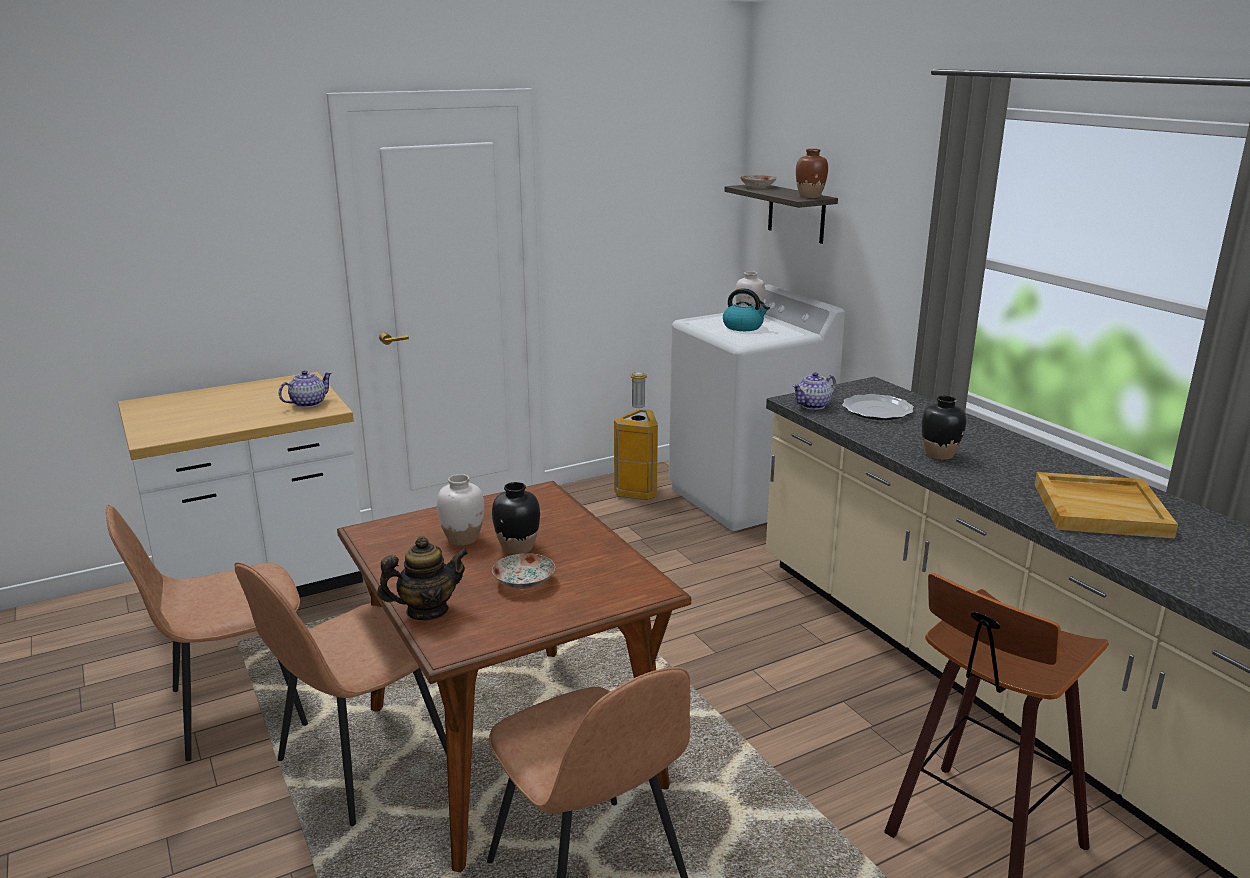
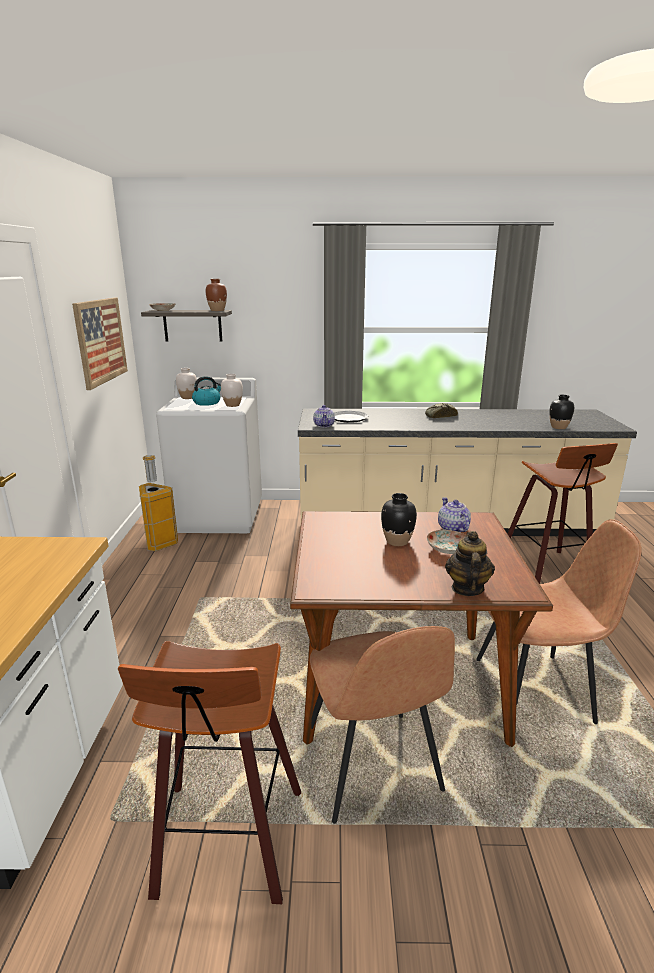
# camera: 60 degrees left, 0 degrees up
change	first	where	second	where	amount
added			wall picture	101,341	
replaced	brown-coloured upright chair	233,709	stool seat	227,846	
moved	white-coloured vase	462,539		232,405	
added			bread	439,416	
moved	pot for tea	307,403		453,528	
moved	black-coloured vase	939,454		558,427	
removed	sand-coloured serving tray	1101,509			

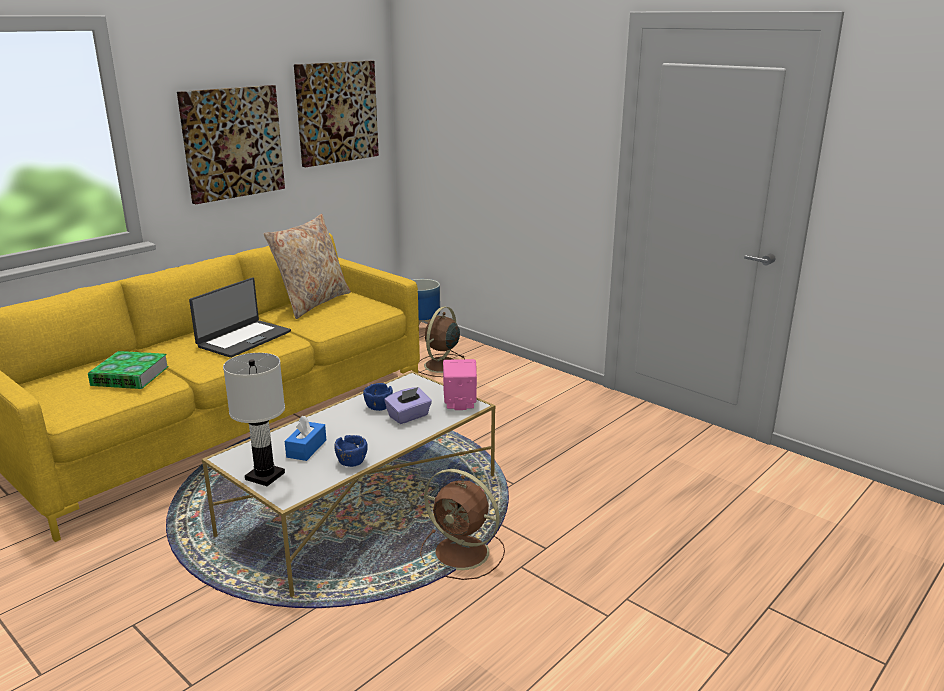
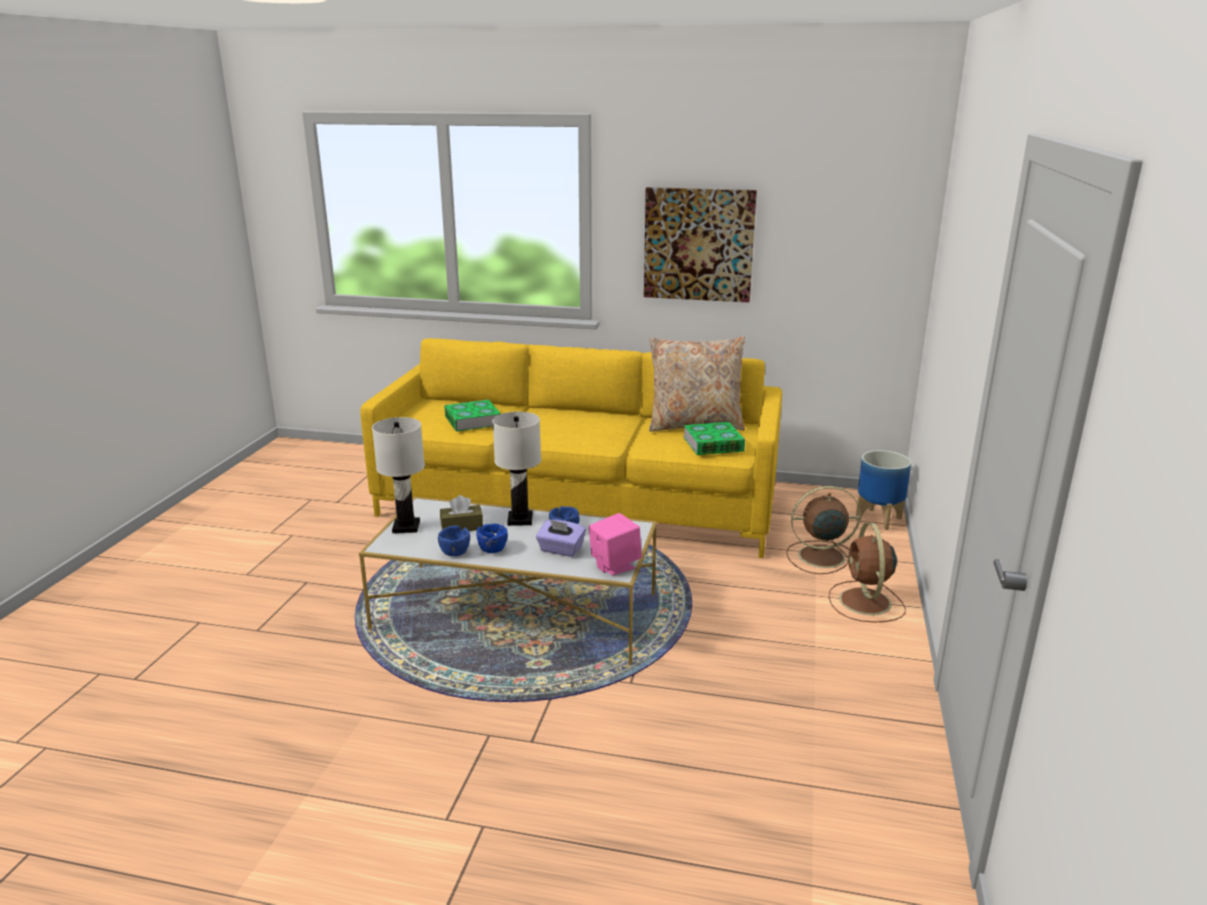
# camera: 60 degrees right, 0 degrees up
change	first	where	second	where	amount
recoloured	blue tissue box	306,448	brown-coloured tissue box	462,527	
added			blue serving bowl	492,549	
added			white-coloured tabletop lamp	520,520	
added			book	713,444	
moved	brown-coloured cooling fan	463,553		865,603	
removed	notebook computer	243,339			
removed	wall picture	336,112			

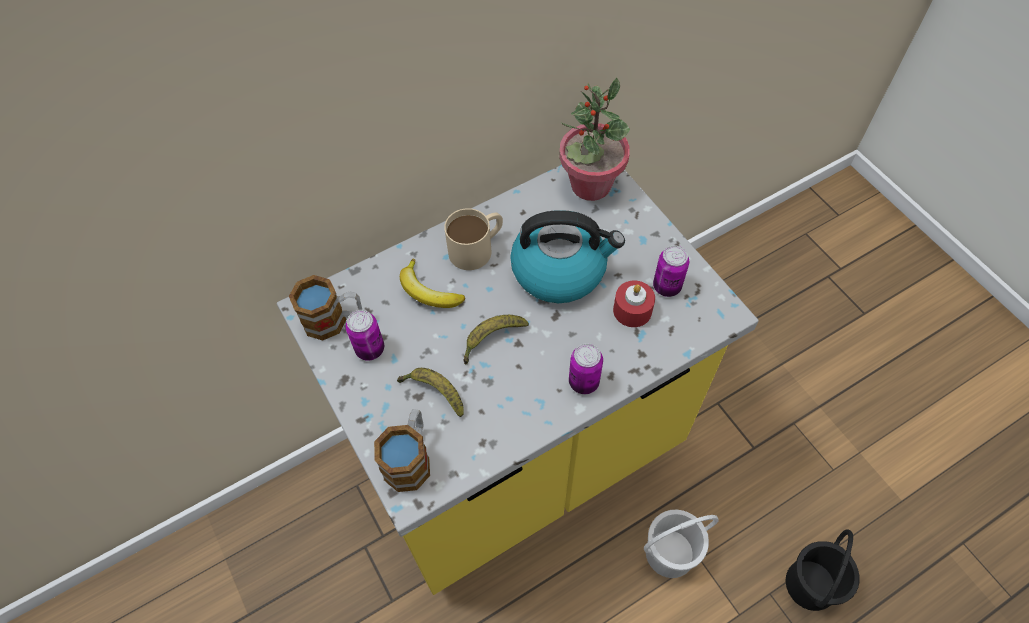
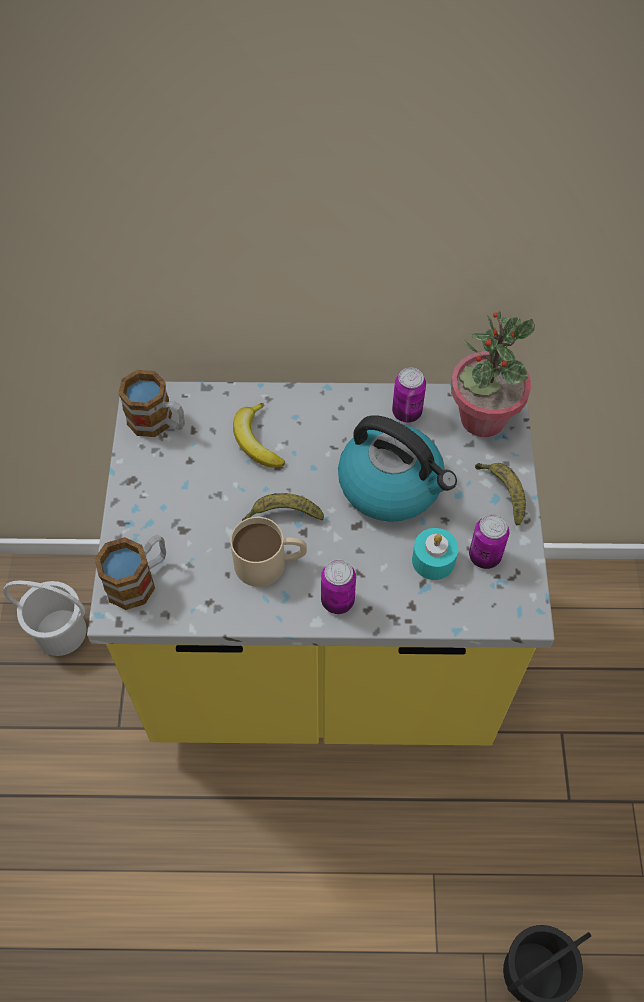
# camera: 30 degrees right, 0 degrees up
change	first	where	second	where	amount
moved	white-coloured water bucket	670,553		61,633	
moved	sand-coloured mug	477,247		270,563	
moved	can	370,349		406,412	
recoloured	red-coloured candle	632,310	turquoise candle	433,560	
moved	banana fruit	434,392		503,493	

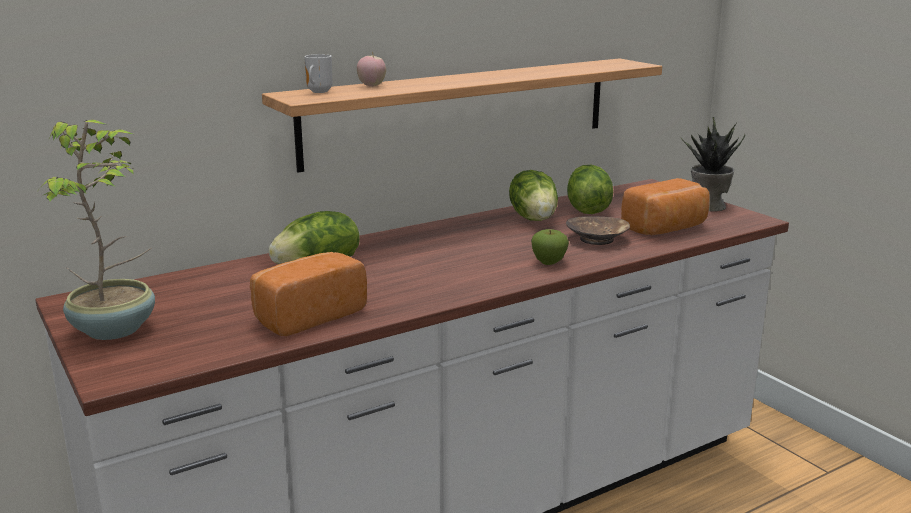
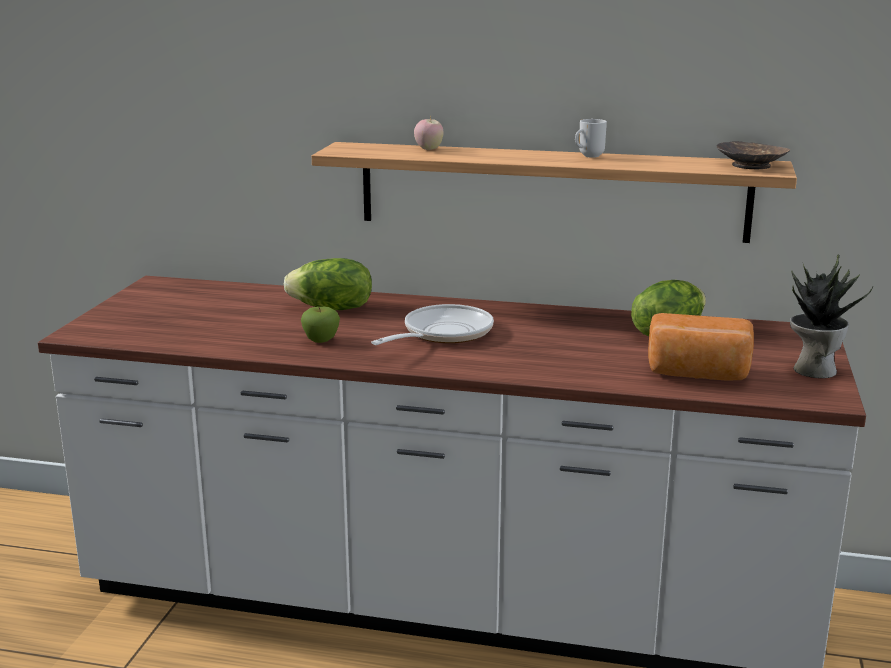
# camera: 45 degrees right, 0 degrees up
change	first	where	second	where	amount
moved	apple fruit	549,262		321,341	
added			pan	442,334	
moved	mug	317,92		589,156	
moved	brown-coloured serving bowl	597,239		751,165	
removed	potted plant	116,329			
removed	bread	306,315			
removed	lettuce head	534,218			

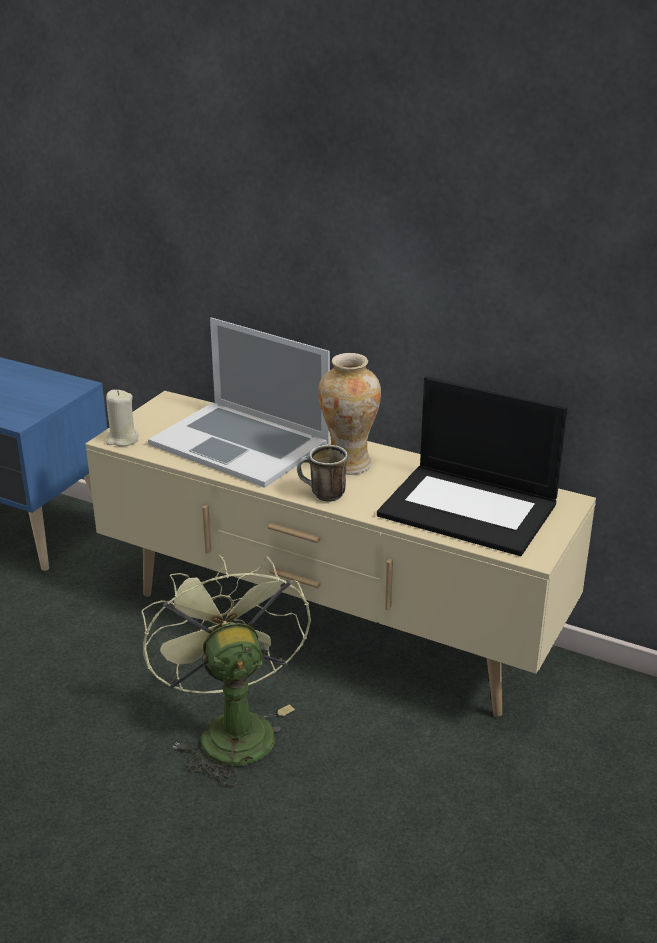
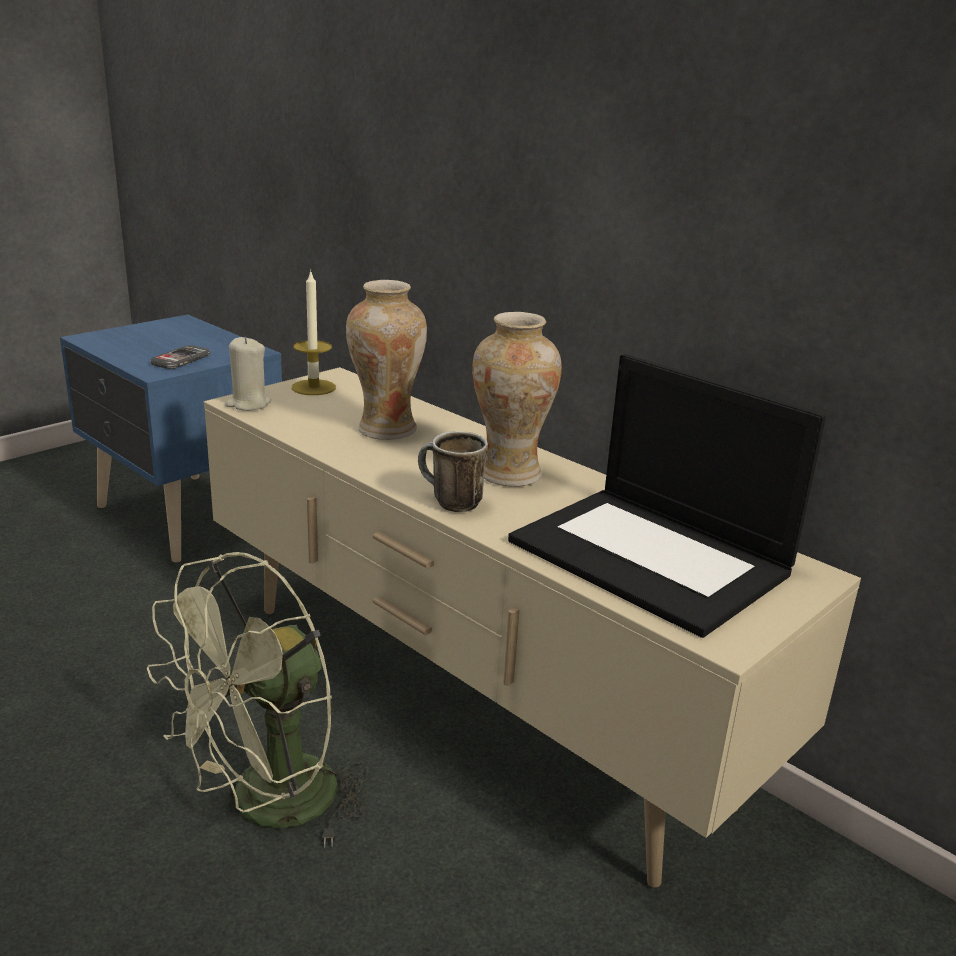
# camera: 15 degrees right, 5 degrees down
change	first	where	second	where	amount
turned	greenish cooling fan	230,728		267,807	135 degrees counterclockwise
added			handset	181,359	
added			candle	313,387	
replaced	notebook computer	240,443	vase	386,429	

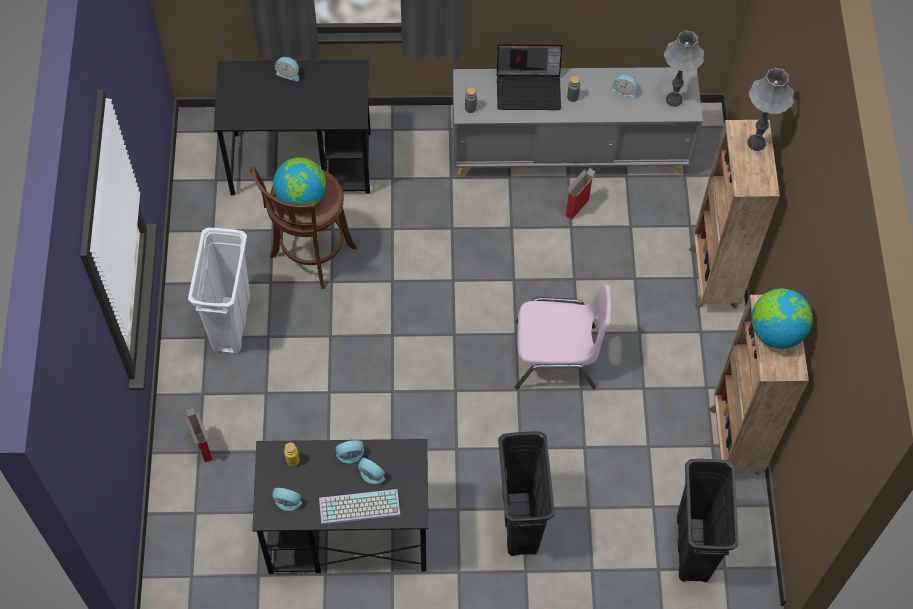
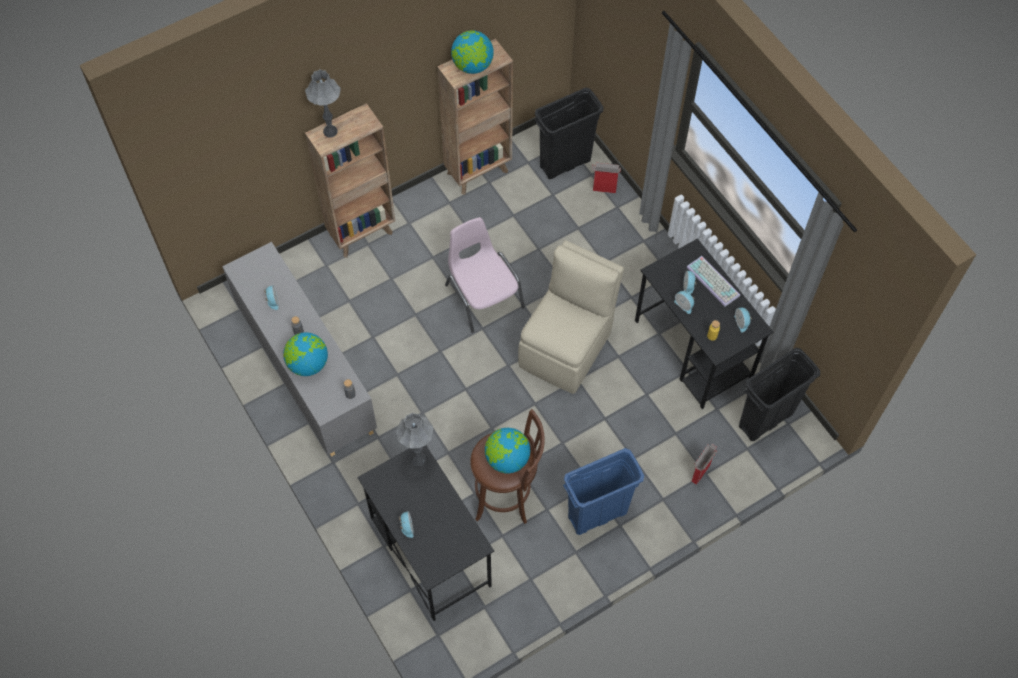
# camera: 120 degrees left, 0 degrees up
change	first	where	second	where	amount
replaced	notebook computer	529,89	desk globe	308,364	
moved	greyish tabletop lamp	674,100		418,459	
added			sand-coloured upright chair	567,347	
recoloured	white-coloured trash can	231,324	blue trash can	598,514	
moved	packing box	577,207		603,189	
moved	black-coloured trash can	519,521		765,420	

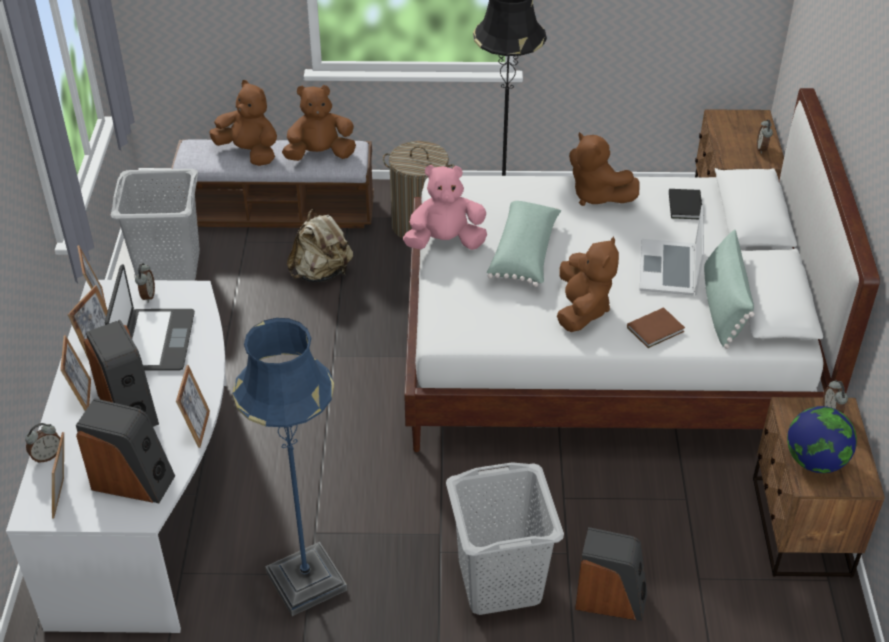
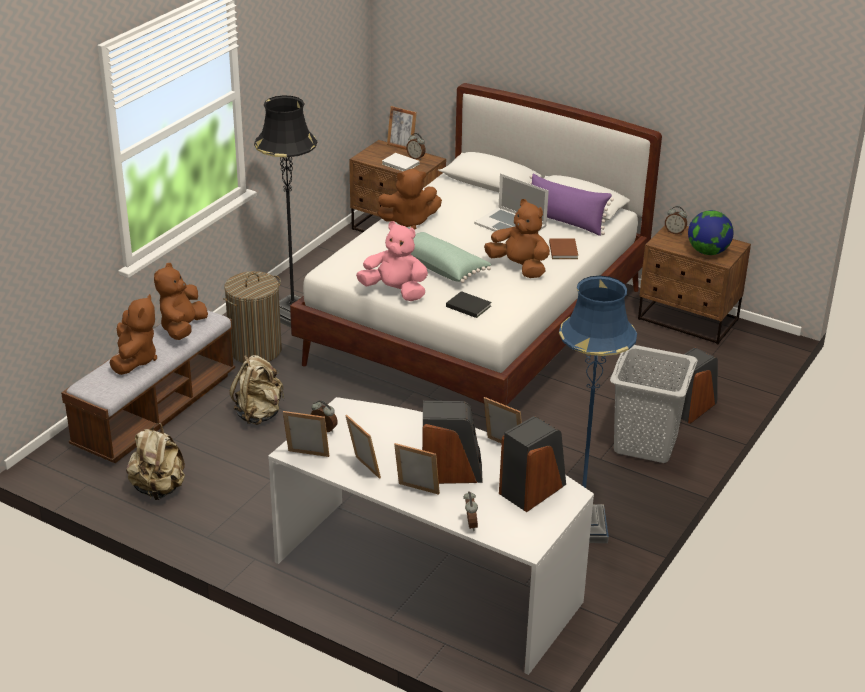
# camera: 60 degrees left, 10 degrees down
change	first	where	second	where	amount
turned	brown-coloured plush toy	249,152		134,360	120 degrees clockwise
replaced	greyish hamper	169,267	sand-coloured rucksack	158,489	
turned	pink plush toy	445,242		395,291	90 degrees clockwise
added			white-coloured book	400,164	
moved	picture frame	65,498		401,146	
moved	black-coloured book	686,205		468,305	
recoloured	greenish throw pillow	723,306	purple-coloured throw pillow	564,222	
removed	notebook computer	155,341			

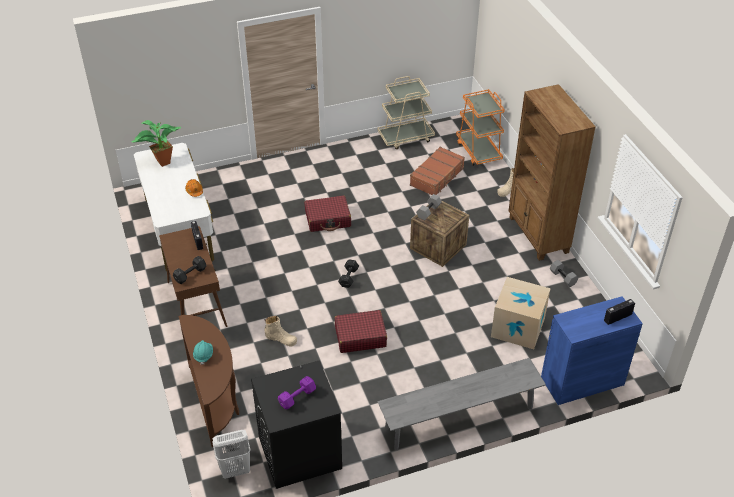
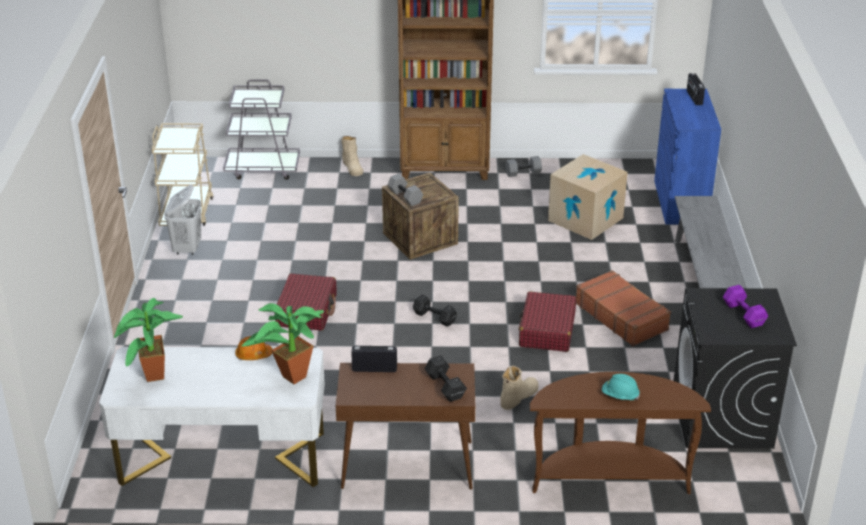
# camera: 70 degrees left, 10 degrees down
change	first	where	second	where	amount
moved	white-coloured hamper	235,469		187,248	
recoloured	orangey cart	478,151	greyish cart	263,169	
added			potted plant	289,378	
moved	brown-coloured travel case	437,177		621,316	

